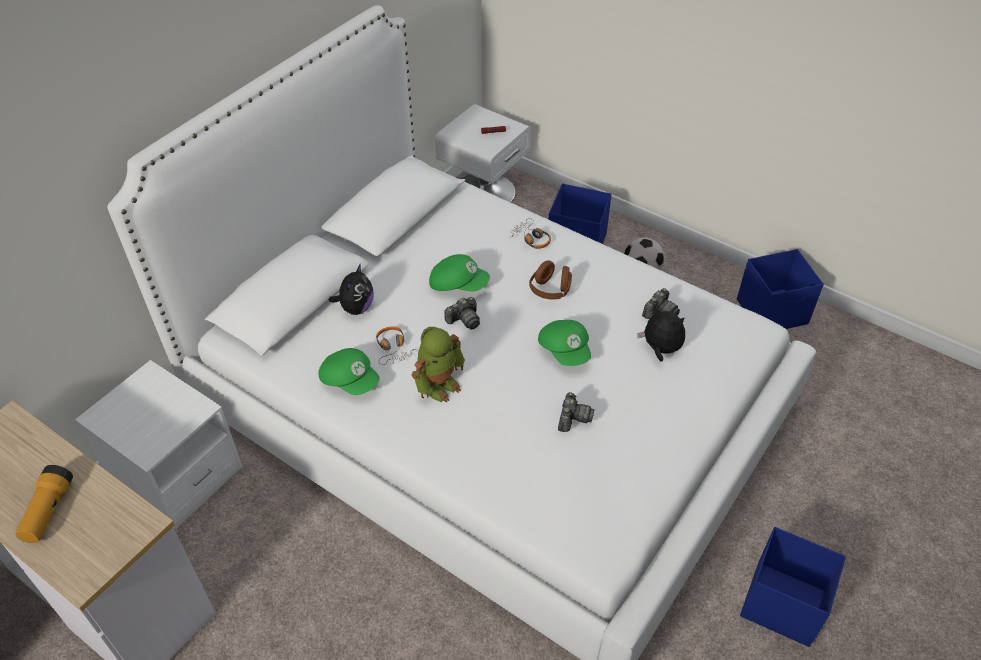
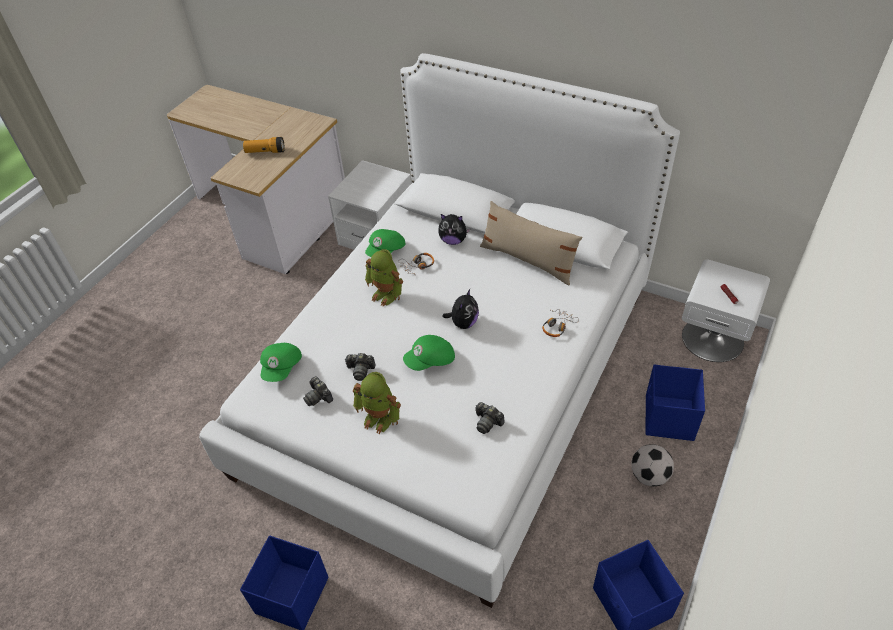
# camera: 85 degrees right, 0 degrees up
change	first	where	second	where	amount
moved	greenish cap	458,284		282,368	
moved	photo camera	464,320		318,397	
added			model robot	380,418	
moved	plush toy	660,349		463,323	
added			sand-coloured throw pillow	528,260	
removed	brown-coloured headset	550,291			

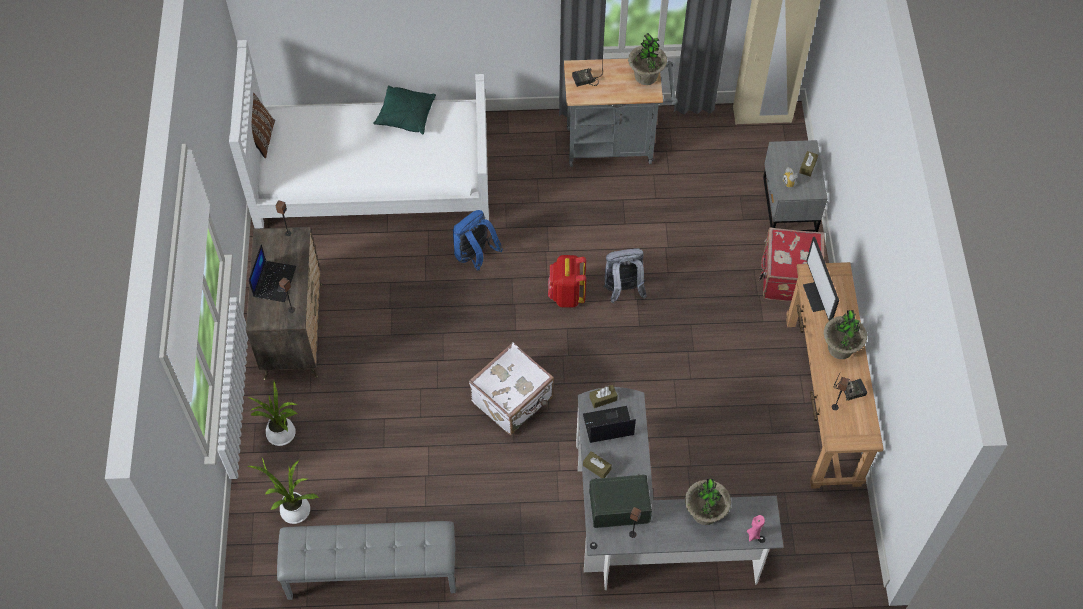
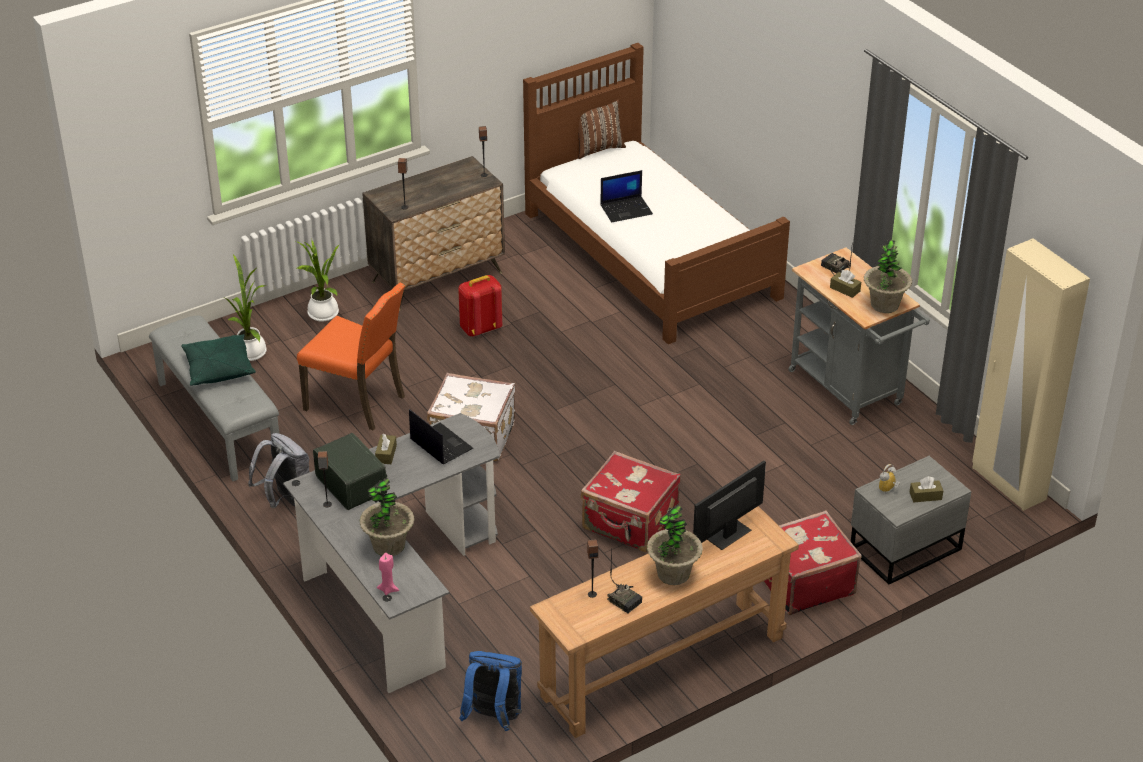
# camera: 60 degrees right, 20 degrees down
change	first	where	second	where	amount
moved	greenish throw pillow	405,116		218,369	
moved	greyish rucksack	623,290		286,500	
added			orangey upright chair	357,402	
moved	red-coloured rucksack	566,295		480,328	
moved	blue rucksack	475,256		493,718	
recoloured	white-coloured bedroom bed	372,176	brown-coloured bedroom bed	650,254	
added			red-coloured travel case	630,523	
moved	notebook computer	274,281		626,209	
moved	brown-coloured tissue box	603,399		845,289	

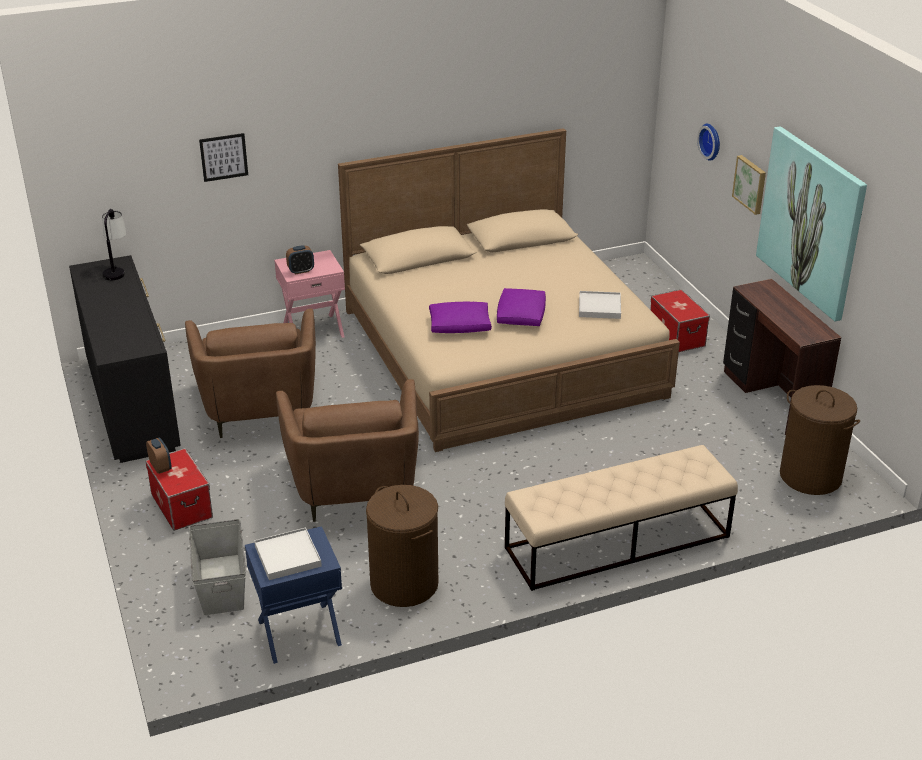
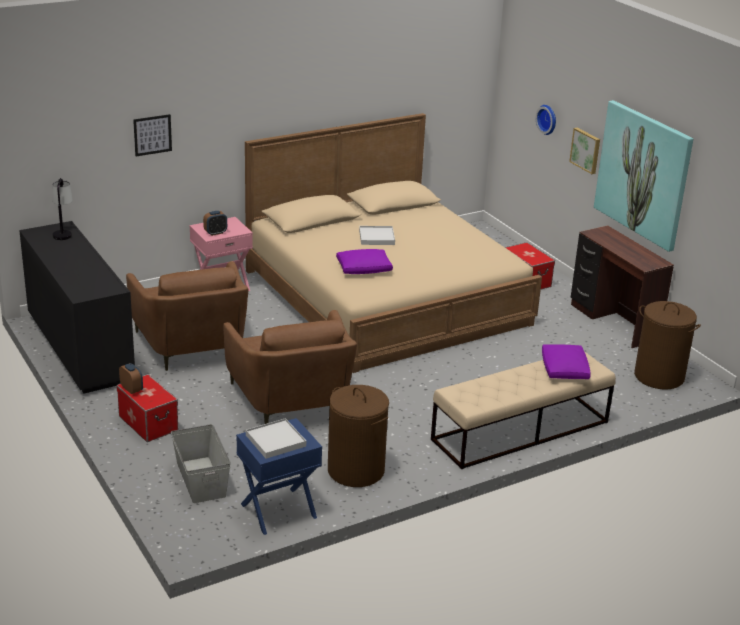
# camera: 10 degrees left, 5 degrees down
change	first	where	second	where	amount
moved	white-coloured serving tray	599,307		376,237	
moved	purple-coloured throw pillow	521,316		564,370	

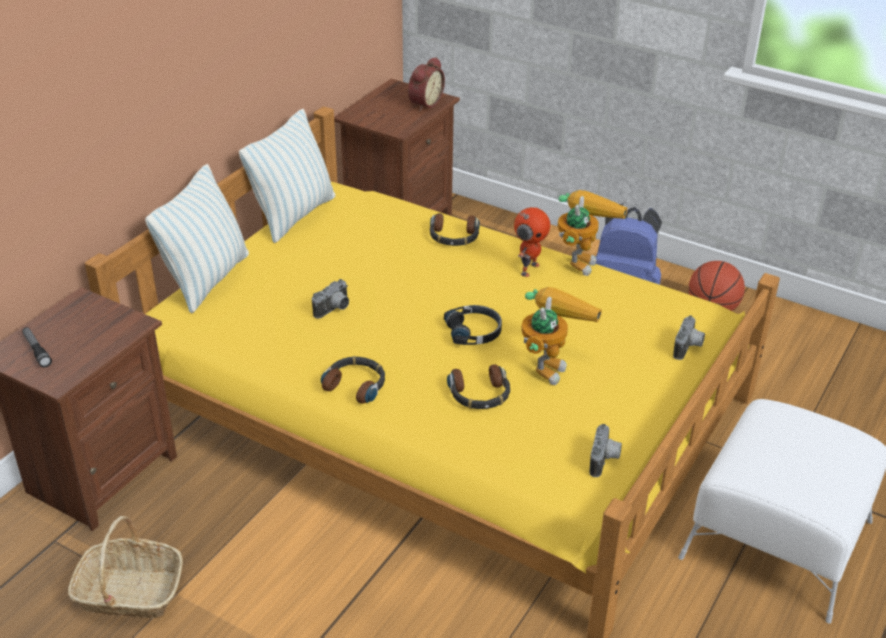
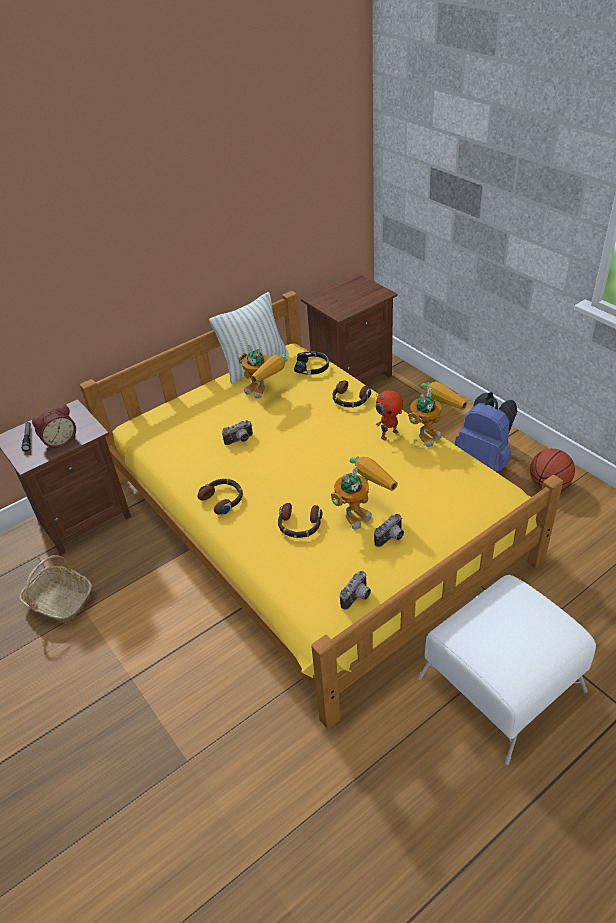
# camera: 25 degrees right, 5 degrees up
change	first	where	second	where	amount
moved	alarm clock	424,103		59,441	
added			model robot	265,393	
moved	black-coloured headset	474,332		312,367	
moved	photo camera	688,348		391,538	
removed	throw pillow	207,280			

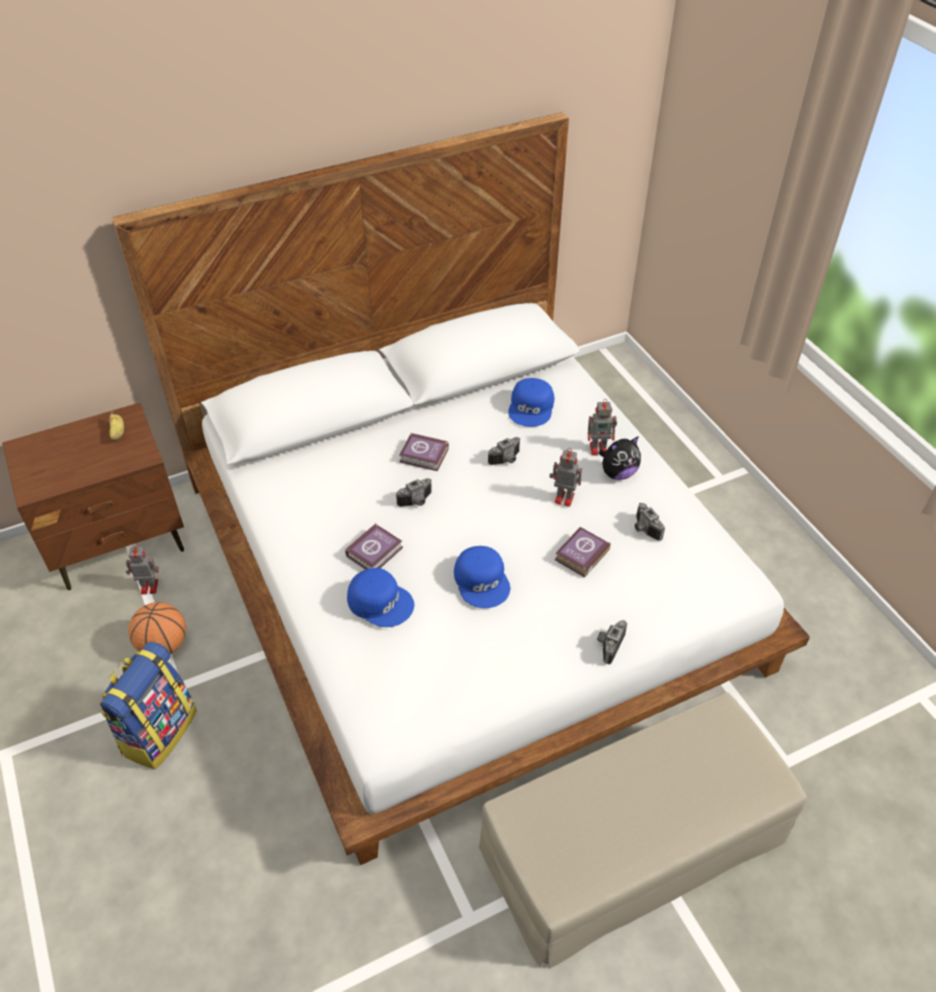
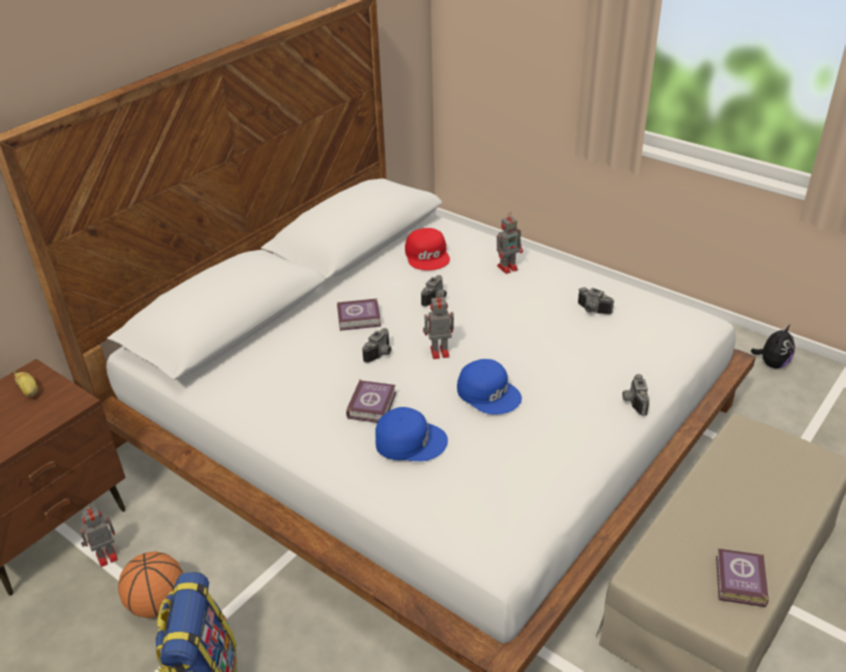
# camera: 25 degrees left, 10 degrees down
change	first	where	second	where	amount
recoloured	blue cap	532,407	red-coloured cap	428,255	
moved	model robot	563,498		438,352	
moved	book	580,555		739,582	
moved	plush toy	618,473		772,364	

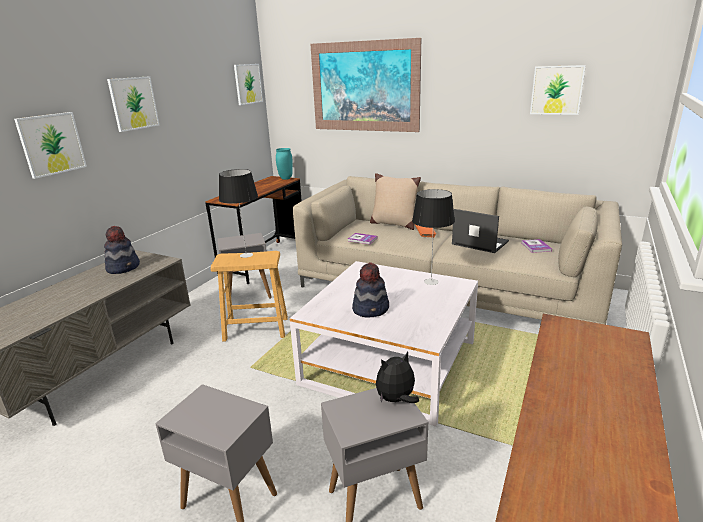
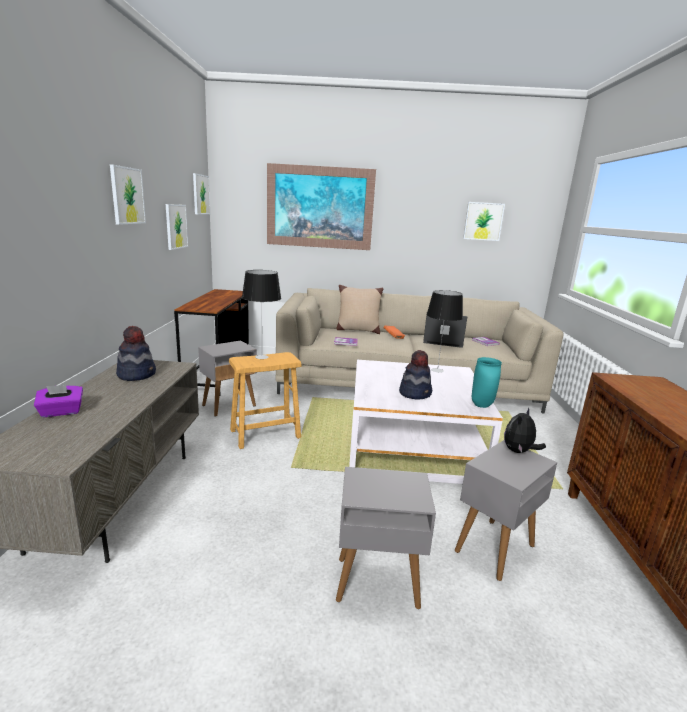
# camera: 25 degrees left, 5 degrees down
change	first	where	second	where	amount
added			purple-coloured tissue box	61,412	
moved	wall picture	51,144		176,226	
moved	turquoise vase	285,178		481,405	

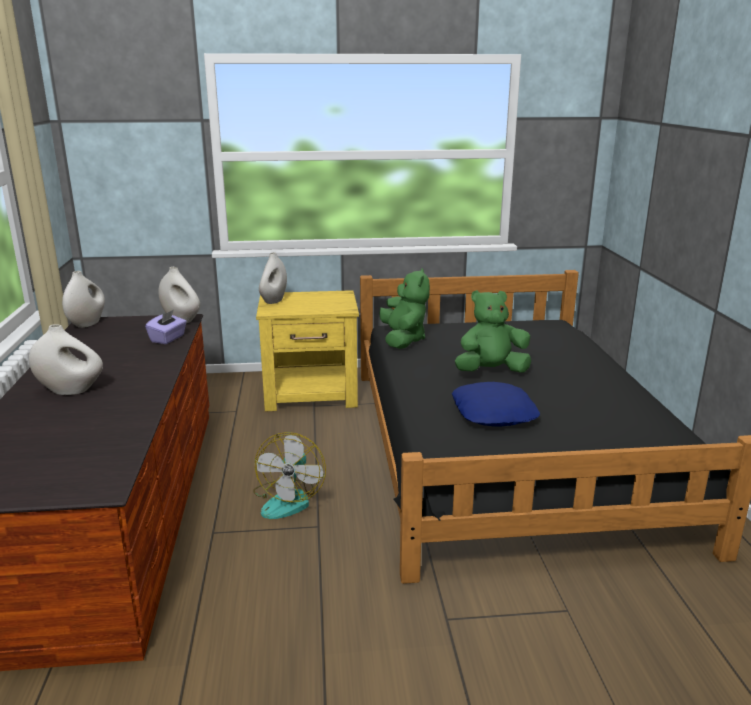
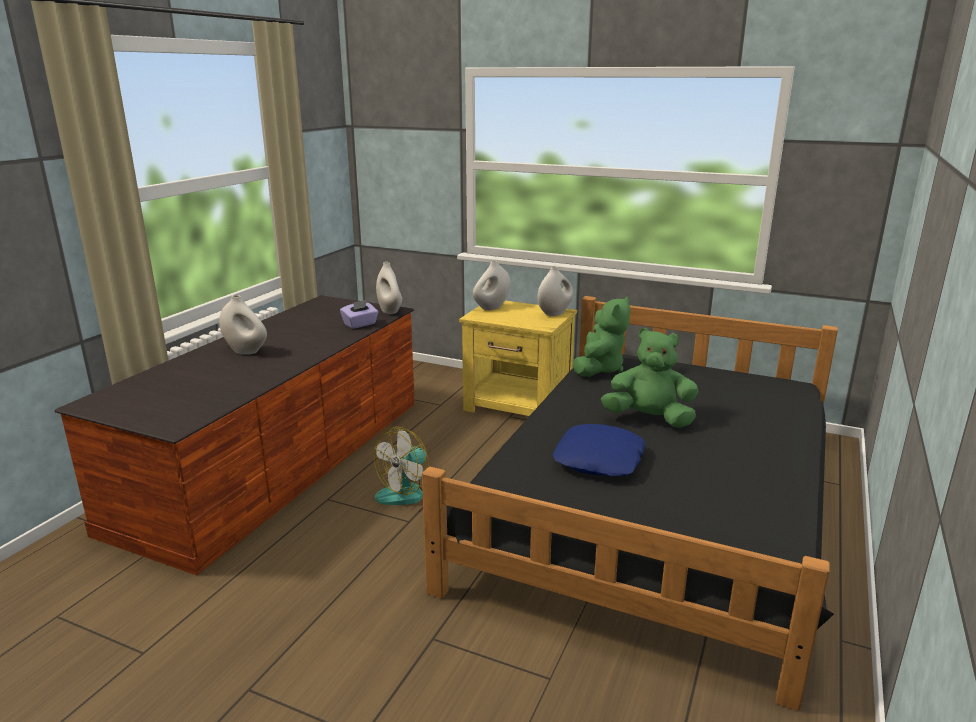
# camera: 30 degrees right, 0 degrees up
change	first	where	second	where	amount
moved	white-coloured vase	87,323		554,313	

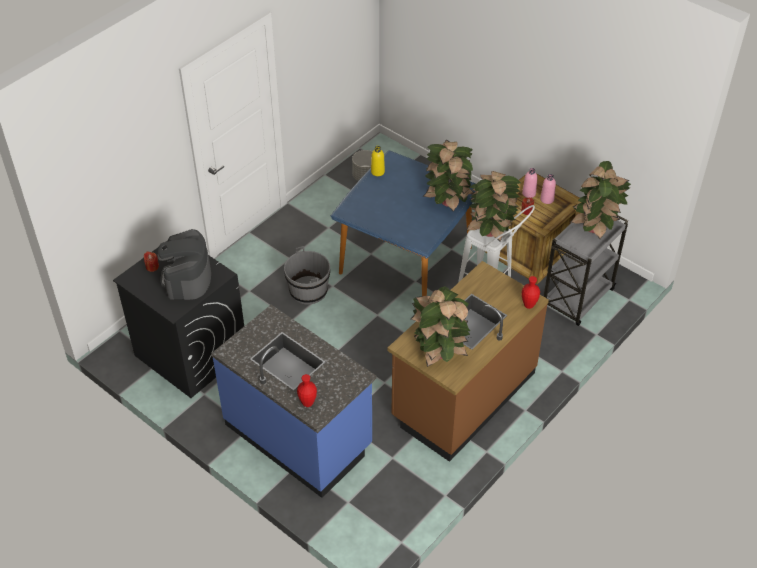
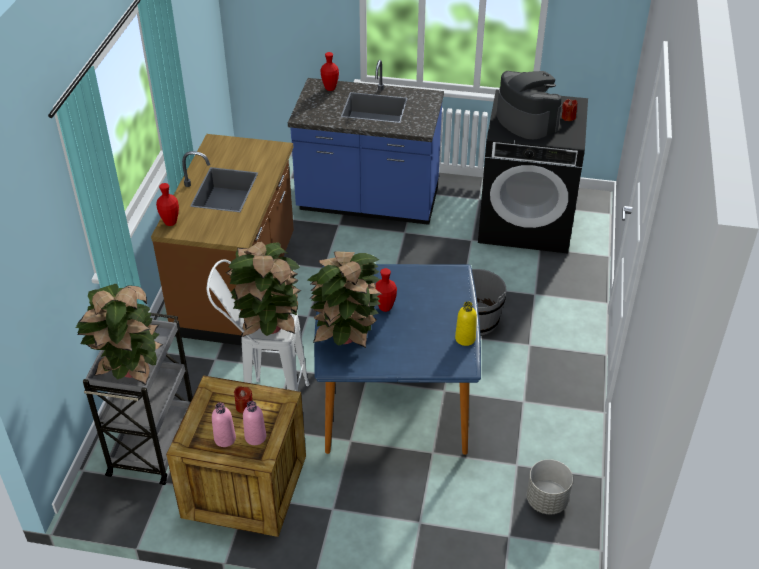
# camera: 150 degrees right, 5 degrees down
change	first	where	second	where	amount
added			red-coloured vase	385,308	
removed	potted plant	438,351			

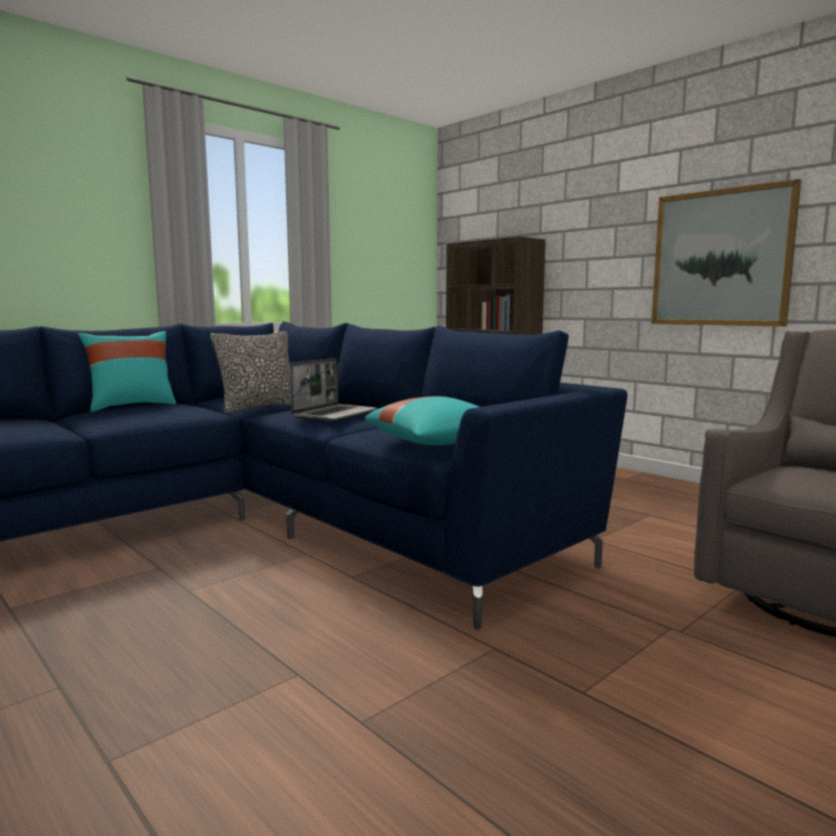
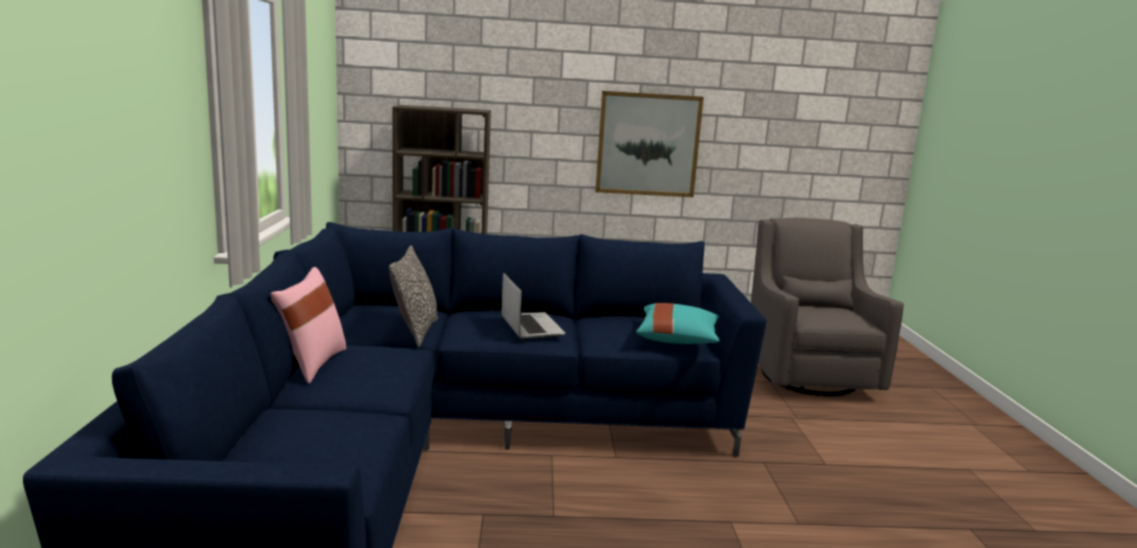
# camera: 50 degrees left, 5 degrees up
change	first	where	second	where	amount
recoloured	turquoise throw pillow	131,406	pink throw pillow	311,364	

